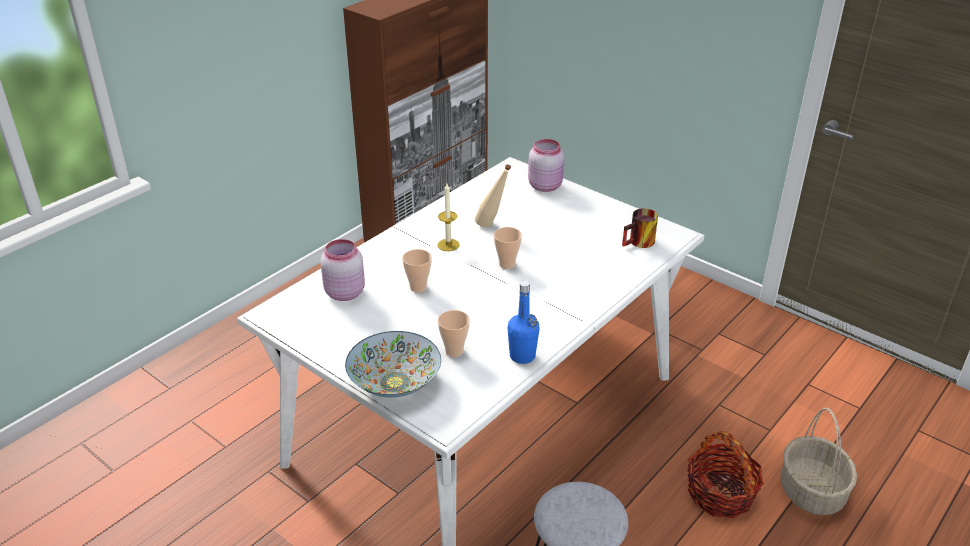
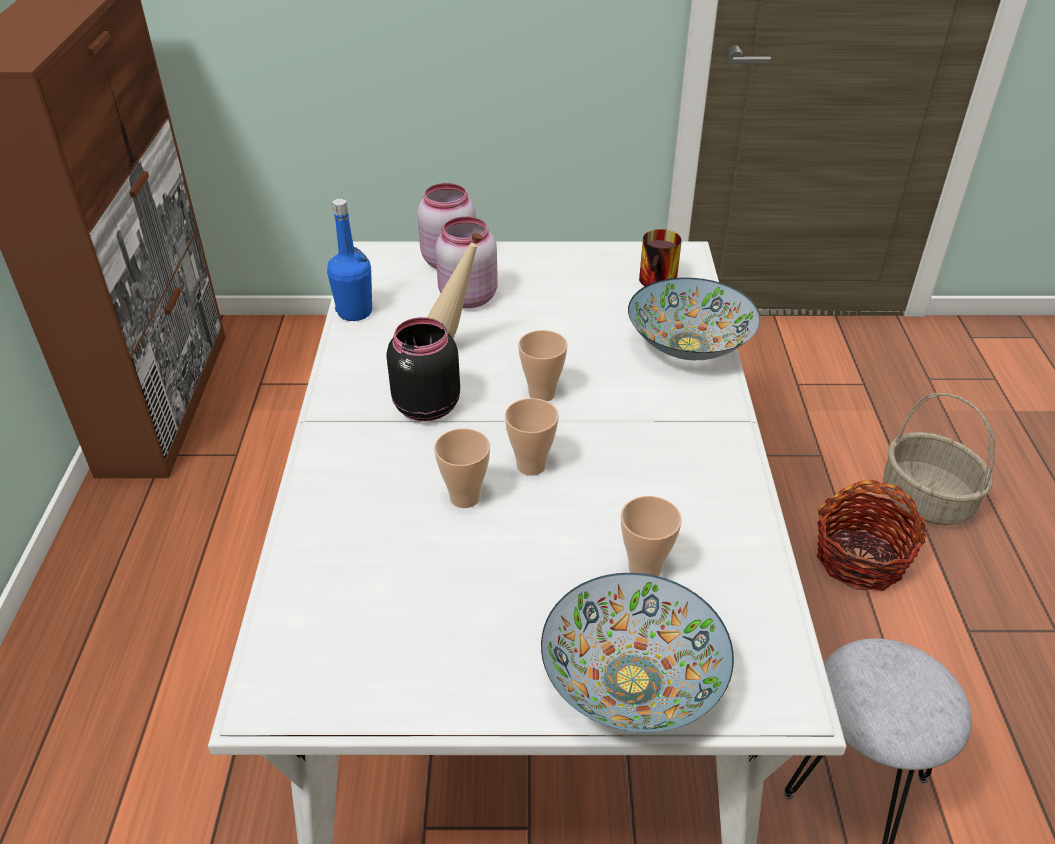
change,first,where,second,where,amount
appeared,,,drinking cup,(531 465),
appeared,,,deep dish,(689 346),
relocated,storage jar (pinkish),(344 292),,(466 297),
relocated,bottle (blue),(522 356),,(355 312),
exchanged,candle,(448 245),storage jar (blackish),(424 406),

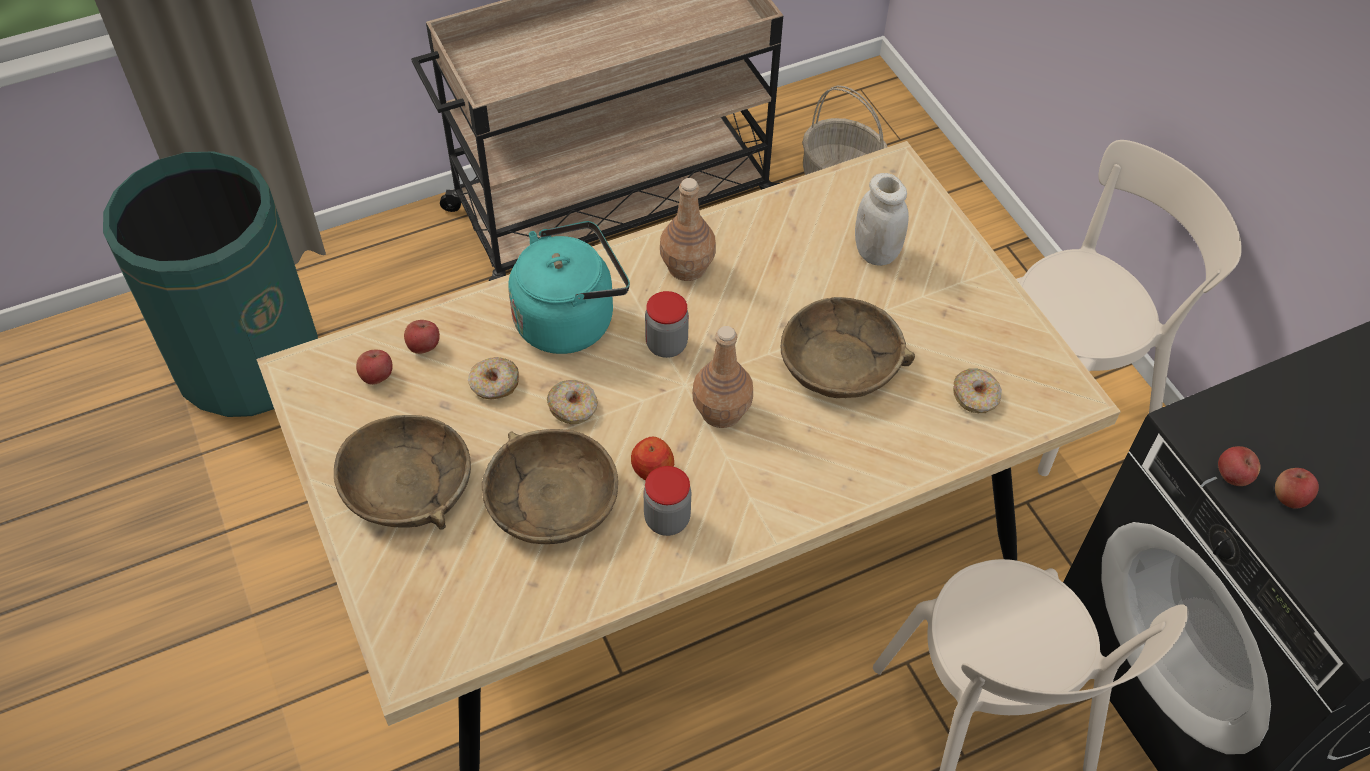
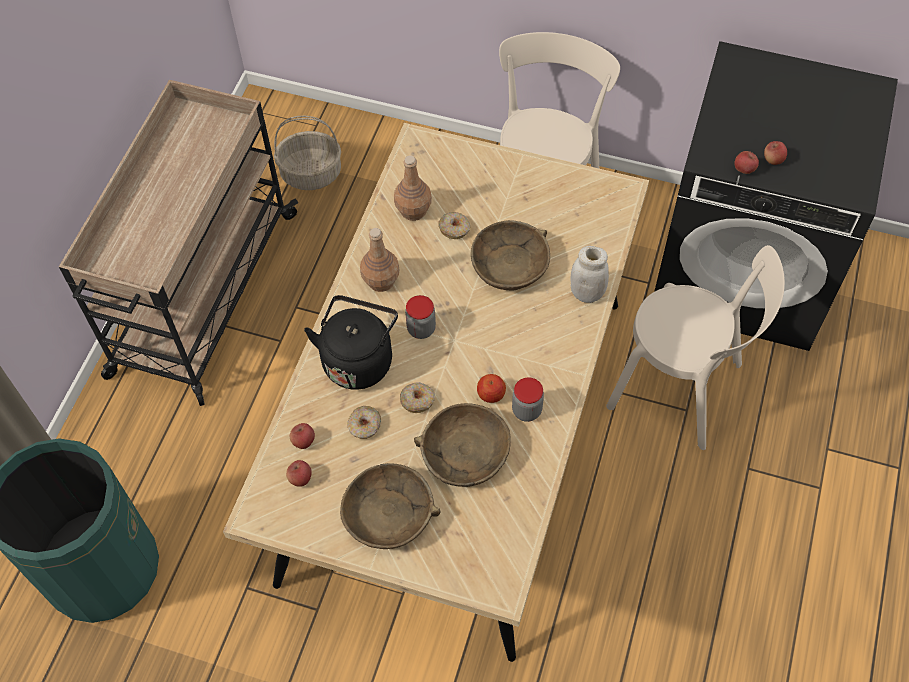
change,first,where,second,where,amount
relocated,bottle (brown),(721 411),,(413 211),
relocated,storage jar (white-coloured),(876 253),,(587 293),
relocated,donut,(976 396),,(454 229),
colour,kettle (blue-green),(570 319),kettle (blackish),(358 359),

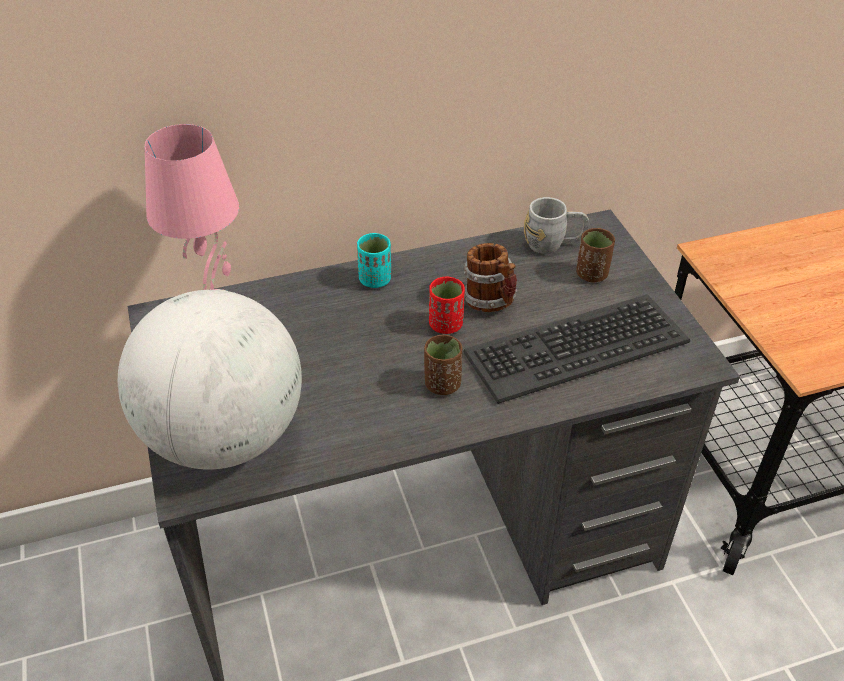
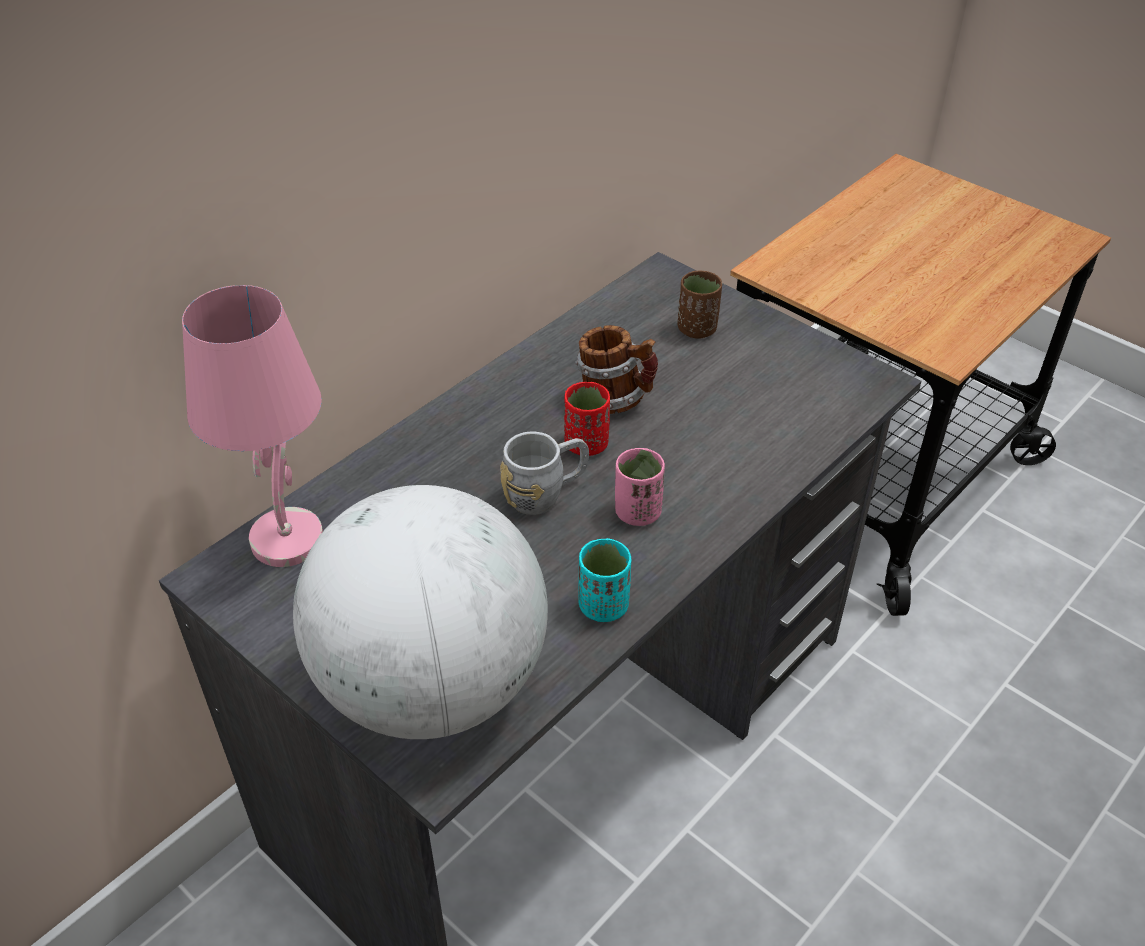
change,first,where,second,where,amount
missing,computer keyboard,(575 347),,,
relocated,drinking cup (blue-green),(375 280),,(603 606),
relocated,coffee mug (grey),(553 244),,(546 494),
colour,drinking cup (brown),(442 384),drinking cup (pinkish),(637 512),

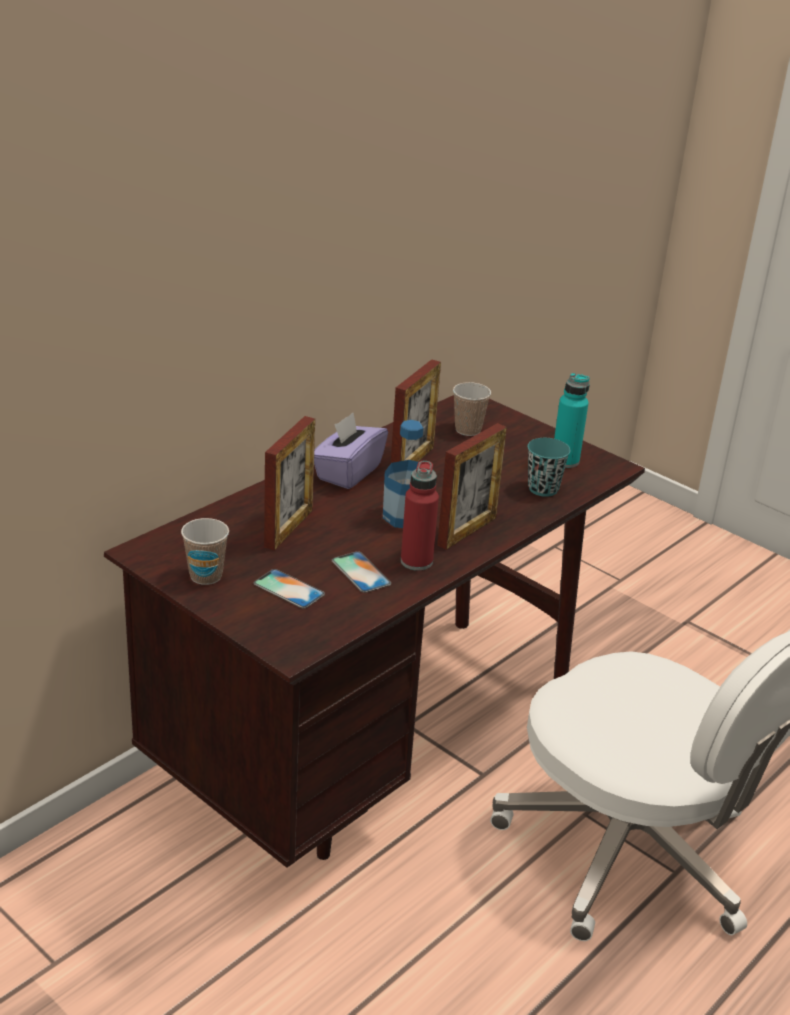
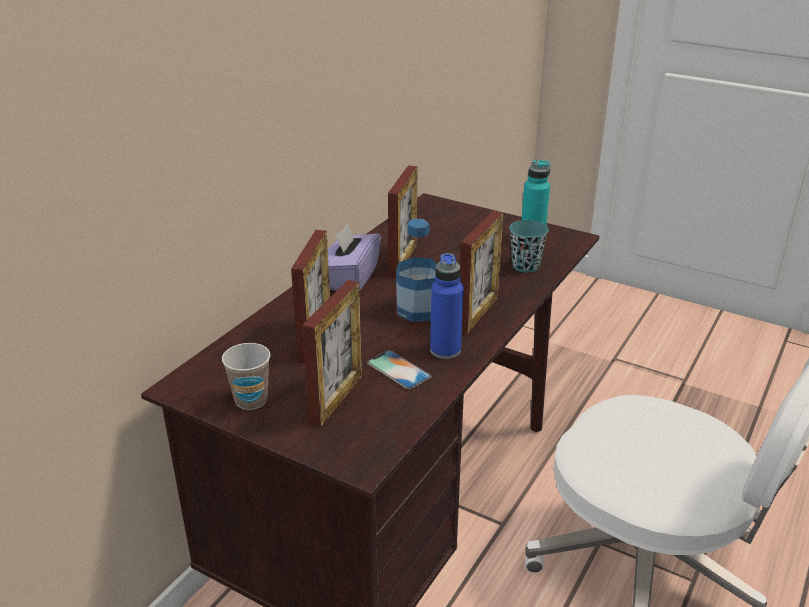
change,first,where,second,where,amount
missing,drinking cup,(468 430),,,
exchanged,handset,(289 589),picture frame,(336 399),
colour,bottle (reddish),(416 561),bottle (blue),(445 350),

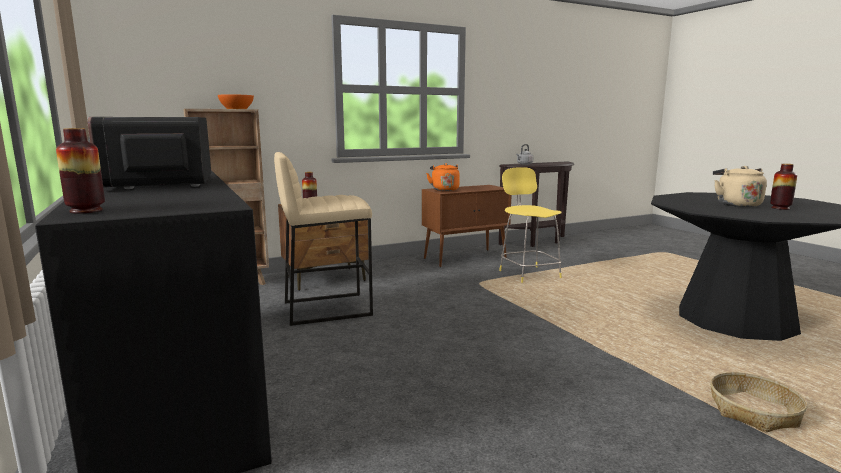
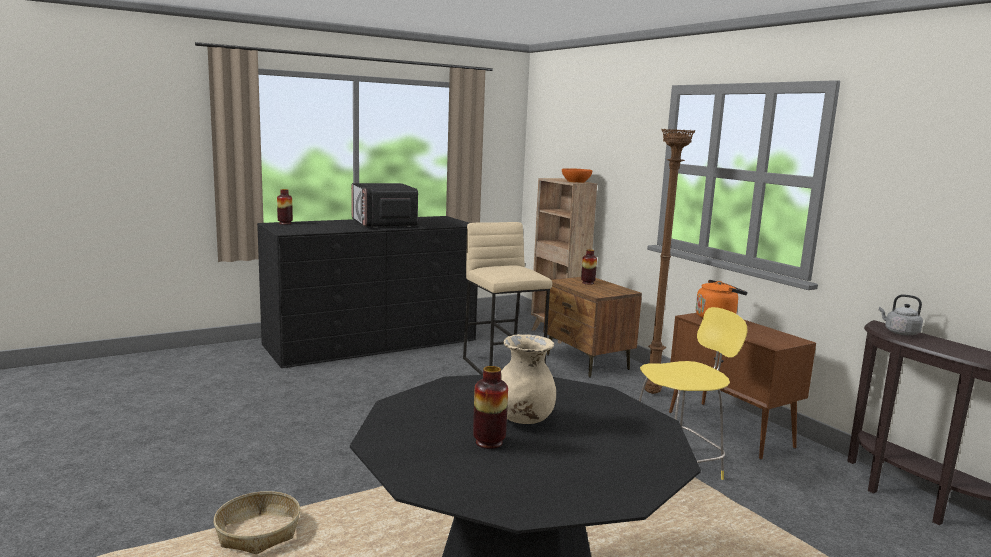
change,first,where,second,where,amount
appeared,,,standard lamp (brown),(653 394),
exchanged,kettle (beige),(736 204),vase (beige),(523 420),
spun,microwave,(161 183),,(383 224),90 degrees counterclockwise

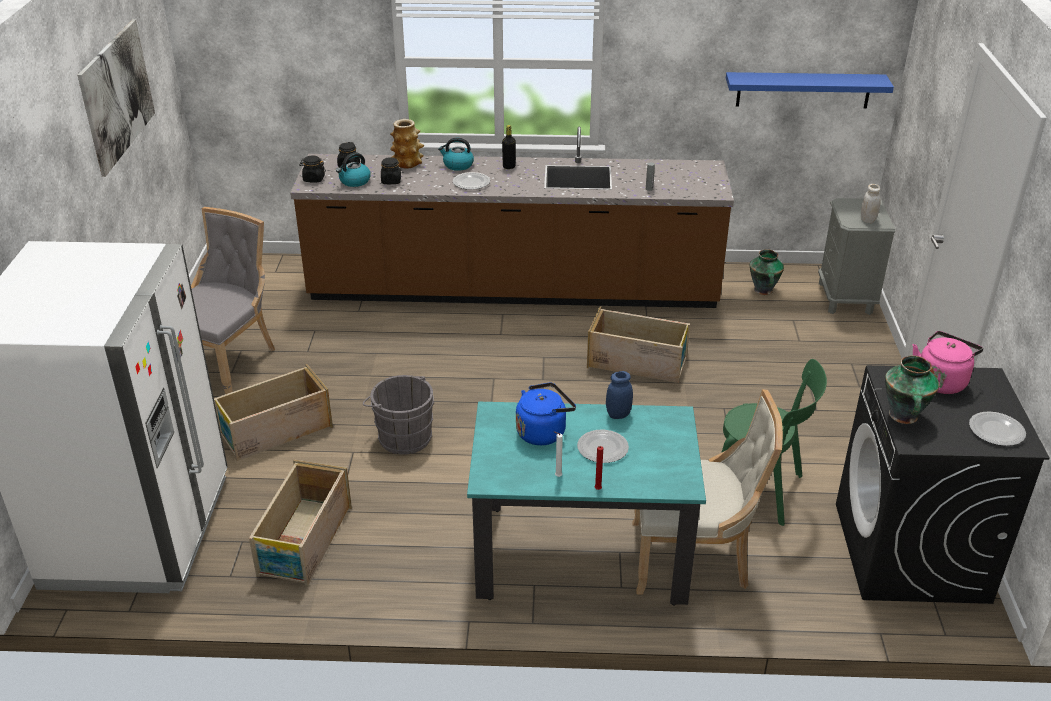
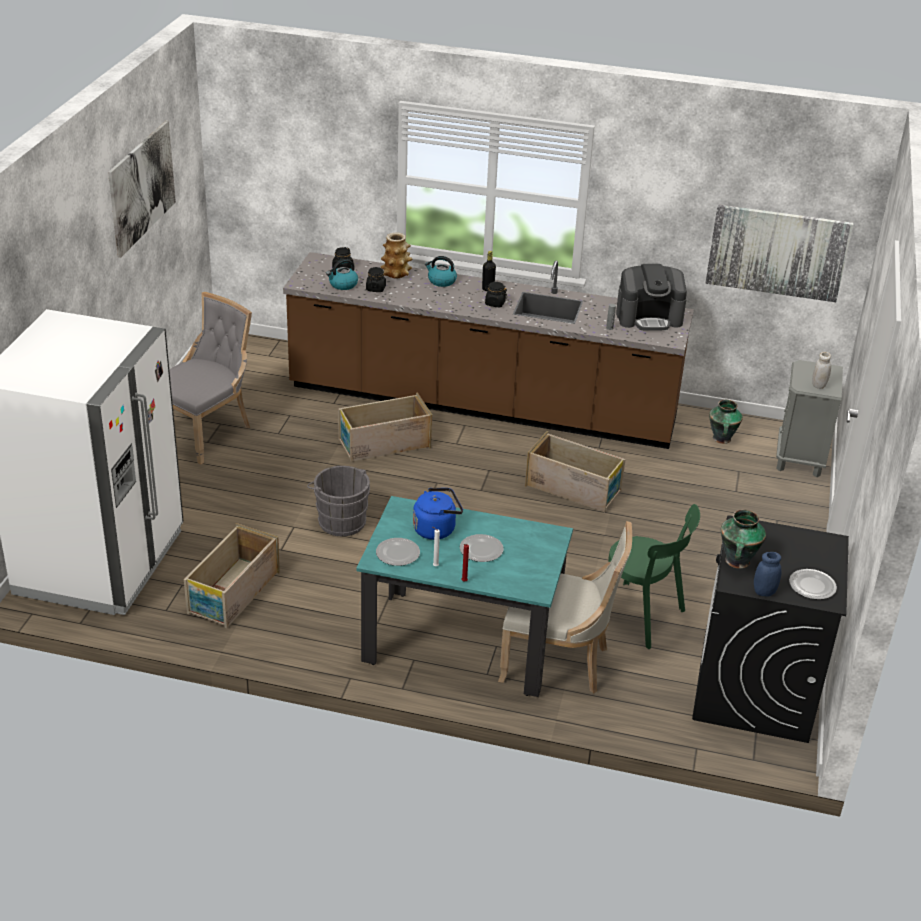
change,first,where,second,where,amount
missing,kettle (pinkish),(941 381),,,
appeared,,,coffee machine,(649 317),
relocated,shipping crate,(275 431),,(383 444),
relocated,storage jar (blackish),(313 179),,(495 303),
relocated,flat dish,(471 183),,(397 553),
relocated,storage jar (blue),(618 414),,(764 592),
exchanged,bracket shelf (blue),(803 90),wall art,(777 252),

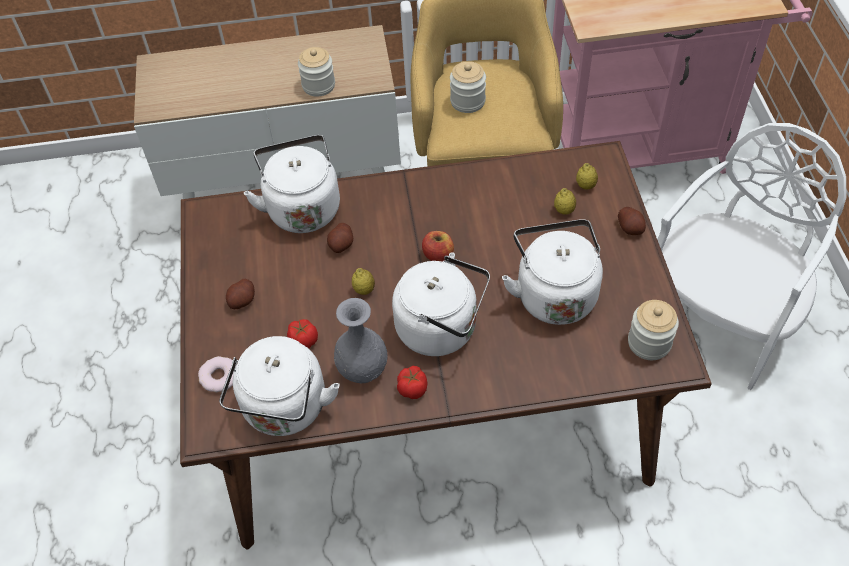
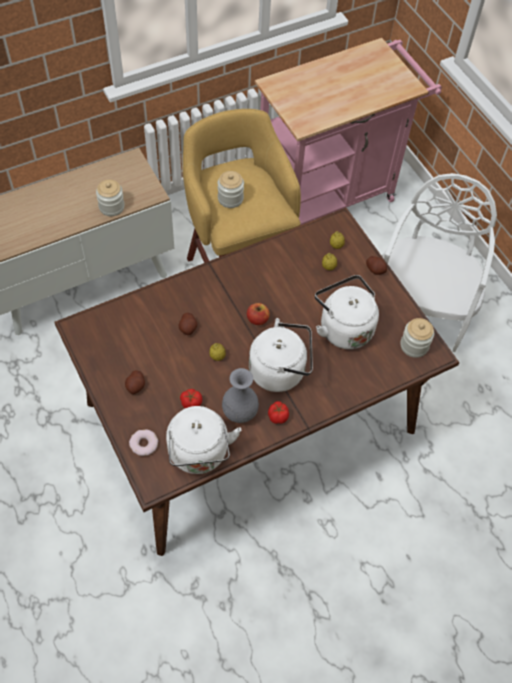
change,first,where,second,where,amount
missing,kettle (white-coloured),(302 207),,,

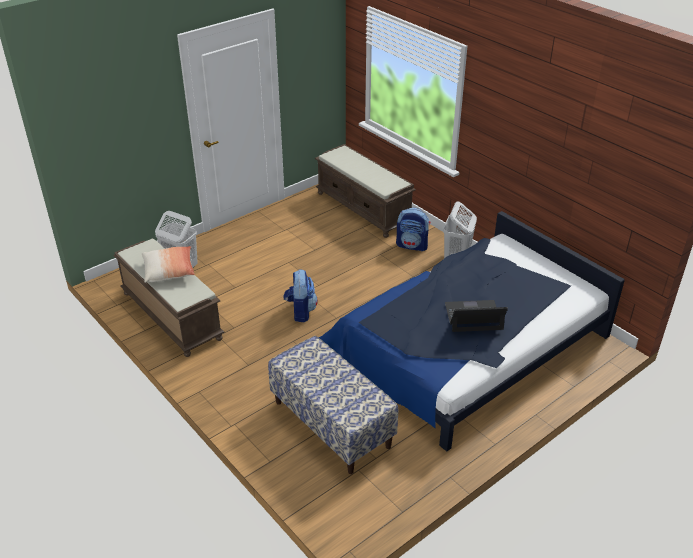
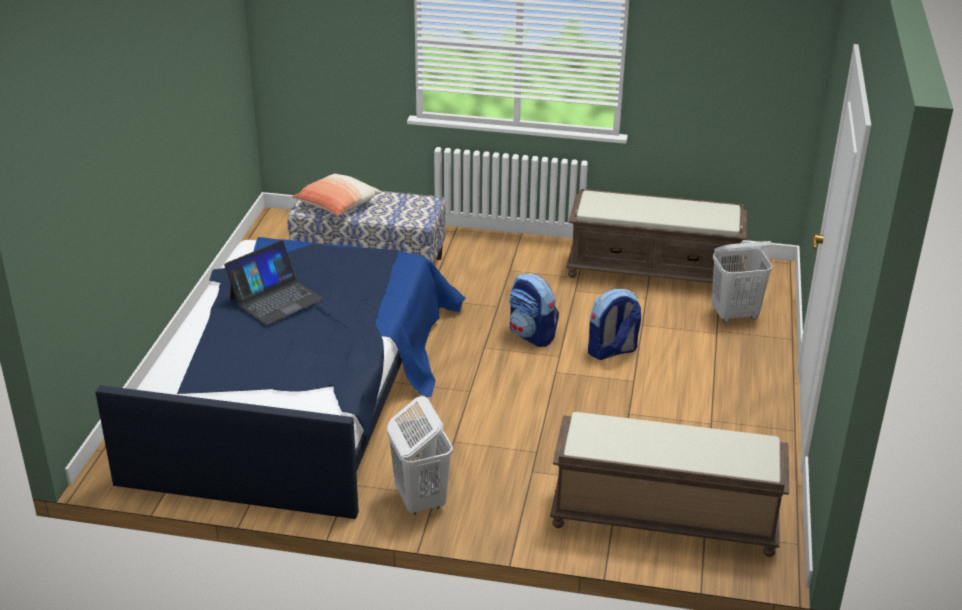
change,first,where,second,where,amount
relocated,pillow,(169 271),,(337 205),
relocated,rucksack,(412 245),,(612 351),

